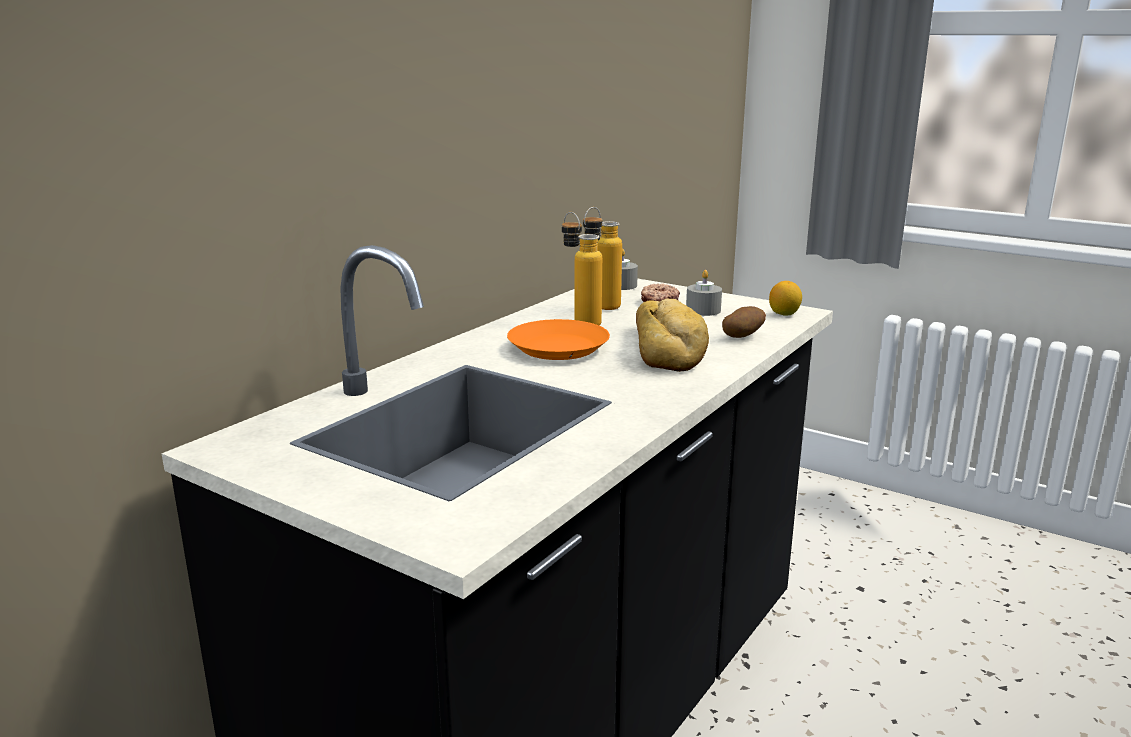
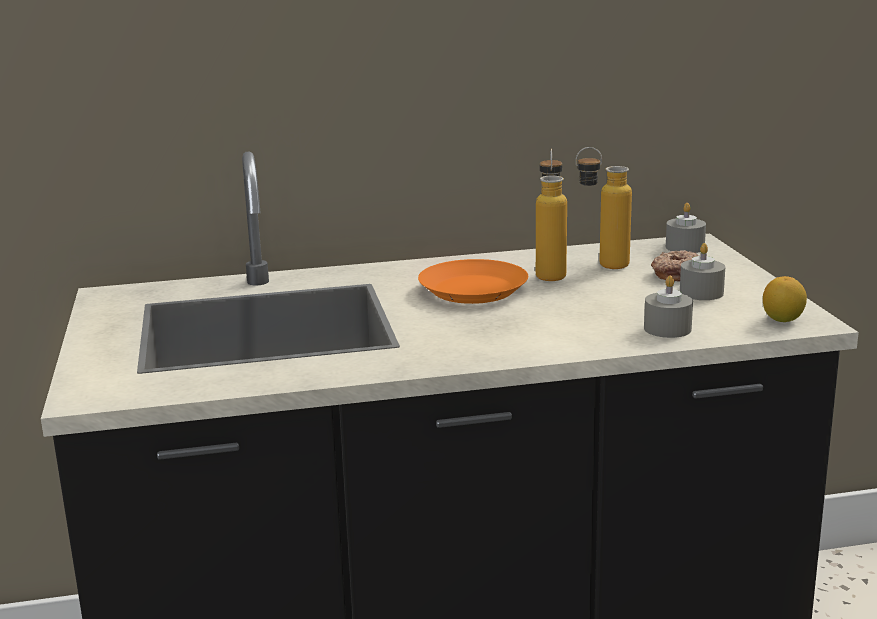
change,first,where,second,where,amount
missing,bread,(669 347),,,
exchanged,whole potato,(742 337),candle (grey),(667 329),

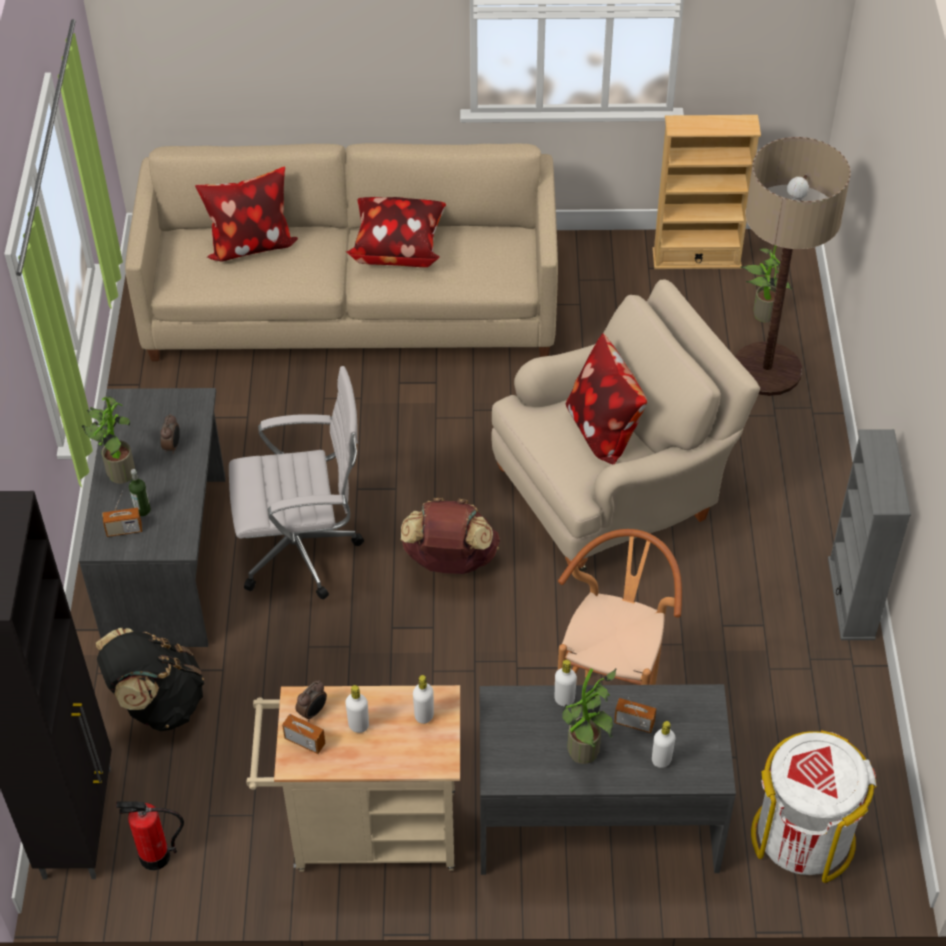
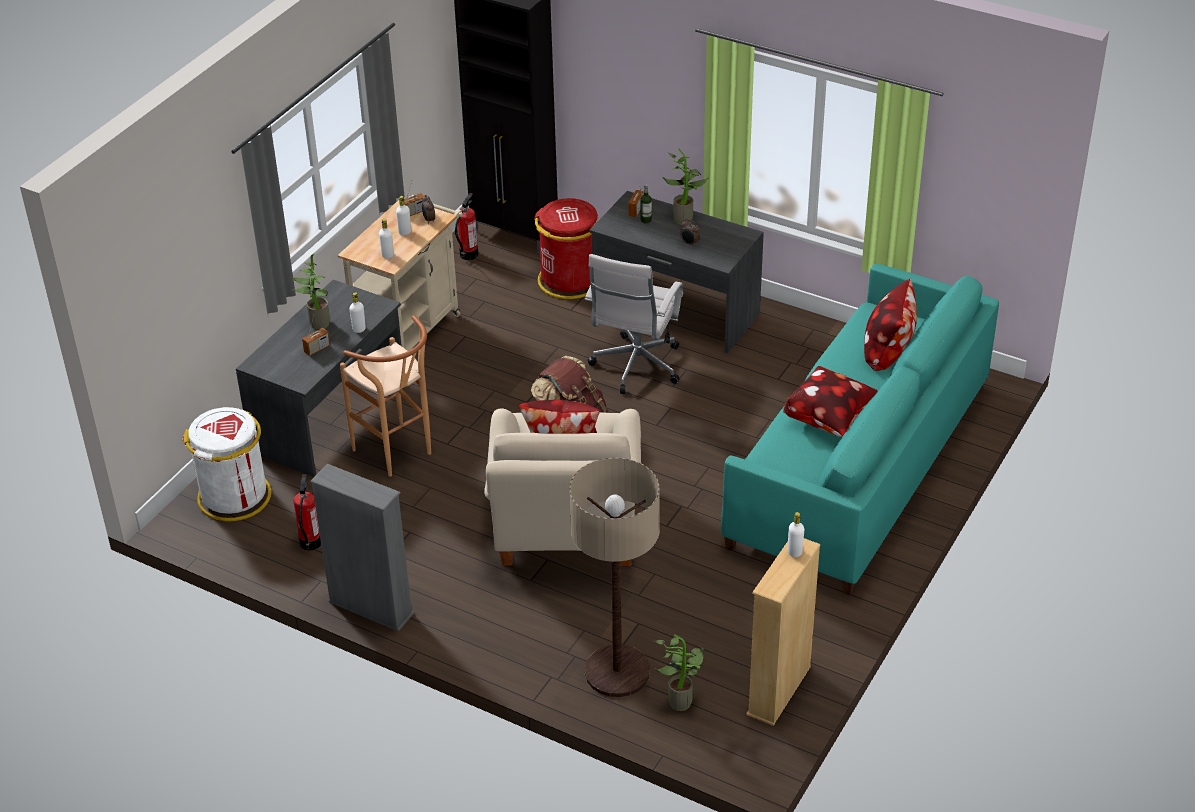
change,first,where,second,where,amount
appeared,,,fire extinguisher,(310 542),
relocated,bottle (white-coloured),(661 760),,(794 552),
exchanged,rucksack (blackish),(157 703),waste bin (reddish),(569 280),
colour,couch (beige),(352 306),couch (blue-green),(859 464),

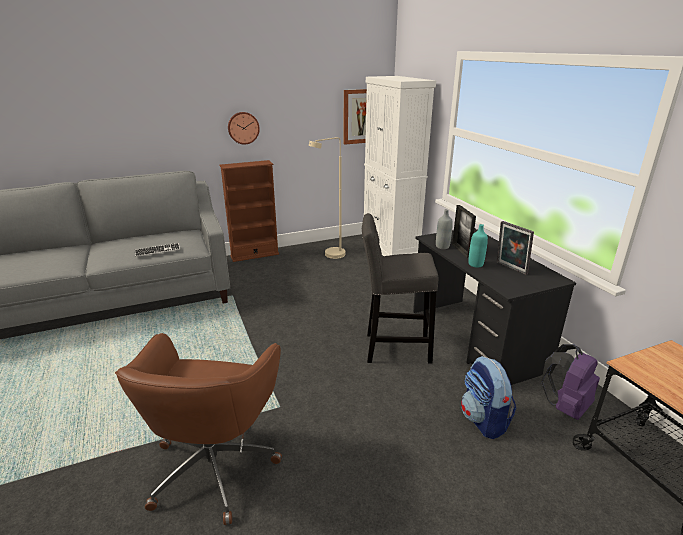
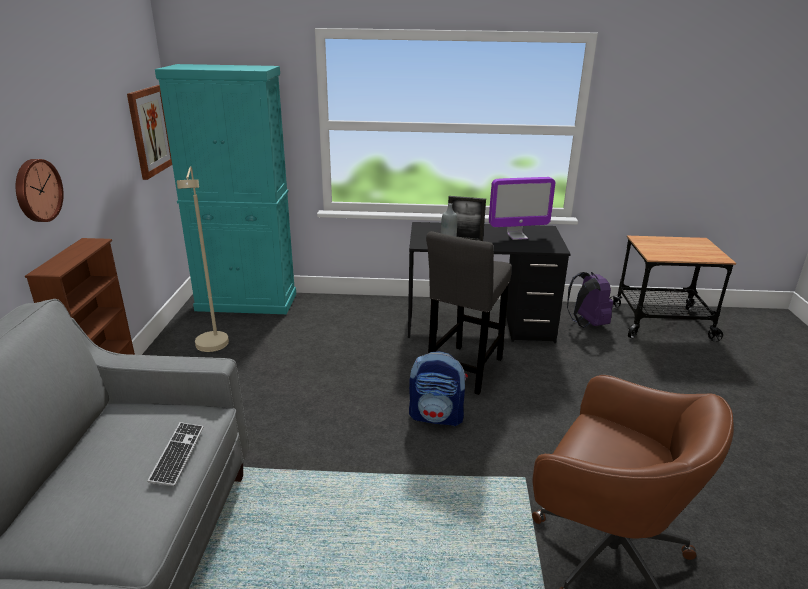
change,first,where,second,where,amount
missing,bottle (blue-green),(475 264),,,
relocated,rucksack,(484 420),,(437 416),
exchanged,picture frame,(510 269),computer screen,(517 236),
colour,cupboard (white-coloured),(390 247),cupboard (blue-green),(247 302),

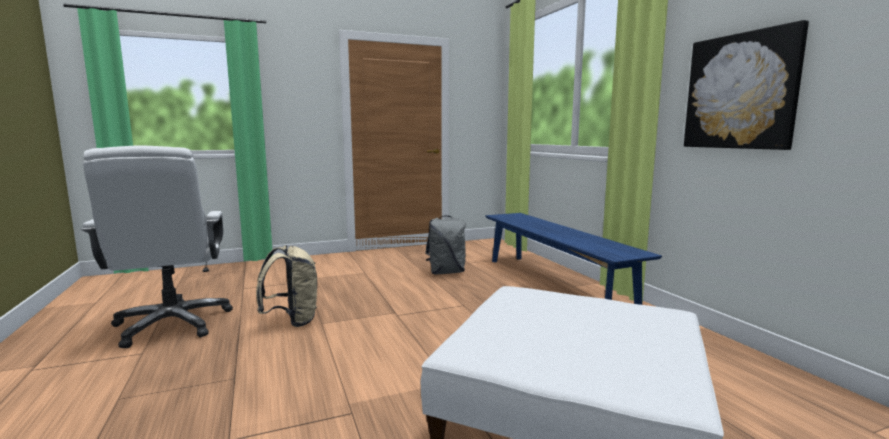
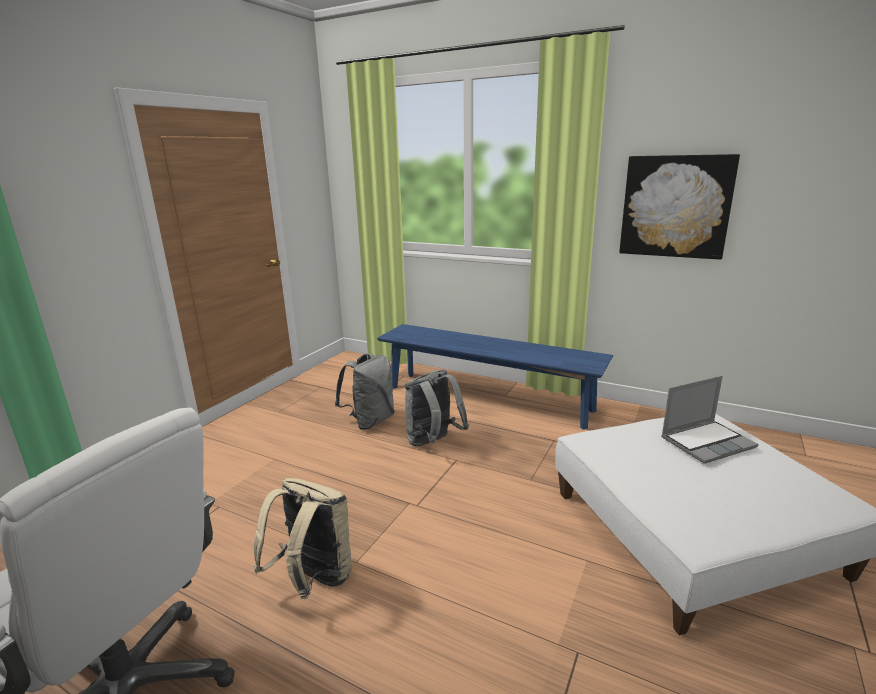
change,first,where,second,where,amount
appeared,,,rucksack (grey),(433 442),
appeared,,,portable computer,(707 442),

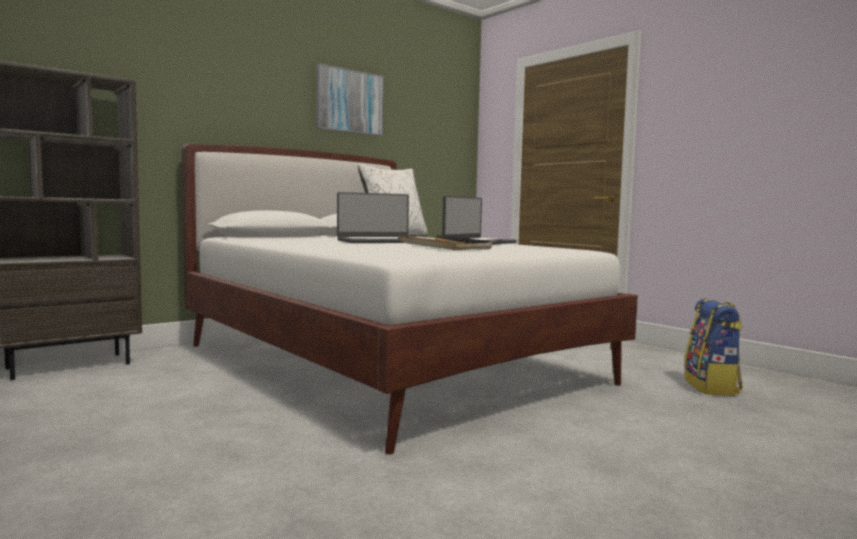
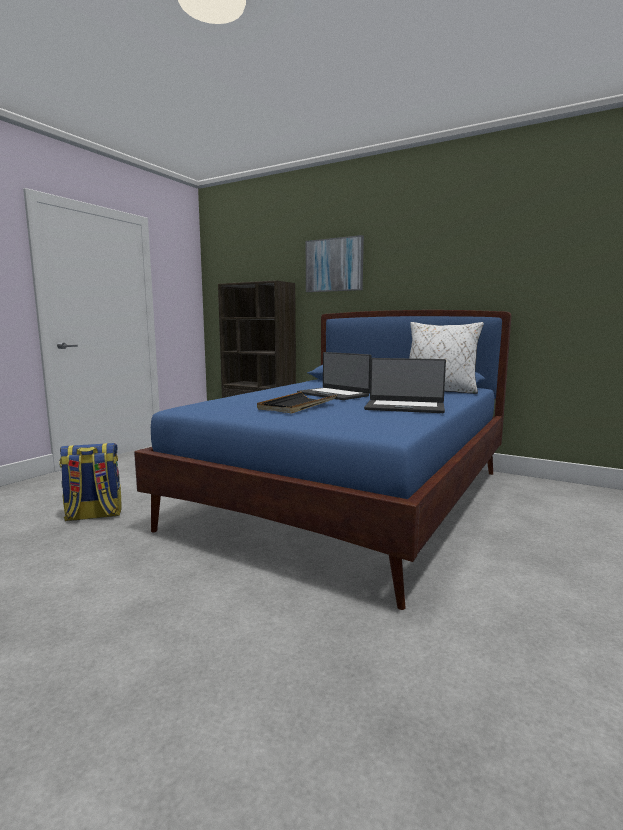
change,first,where,second,where,amount
relocated,wall art,(349 101),,(334 265),
relocated,rucksack,(712 387),,(94 515),
colour,sleeping bed (white-coloured),(388 363),sleeping bed (blue),(350 498),

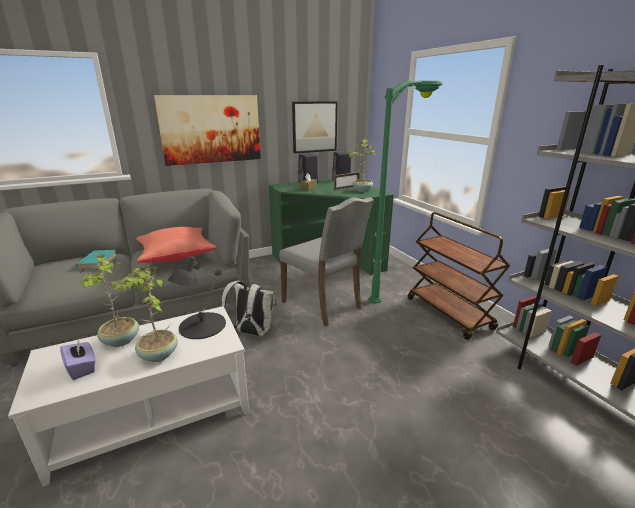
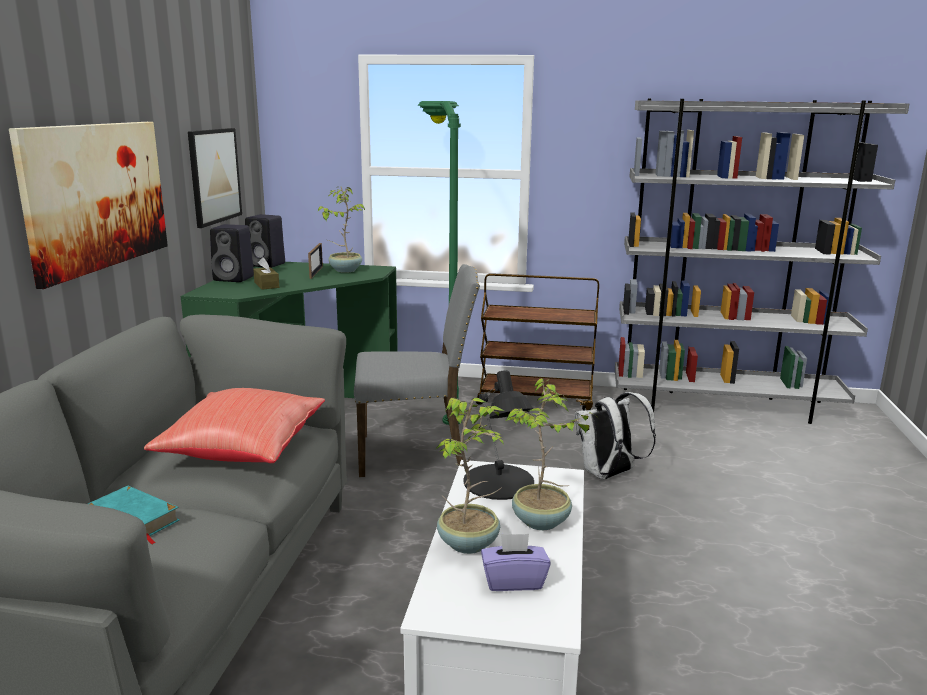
change,first,where,second,where,amount
relocated,rucksack (white-coloured),(251 332),,(608 474),

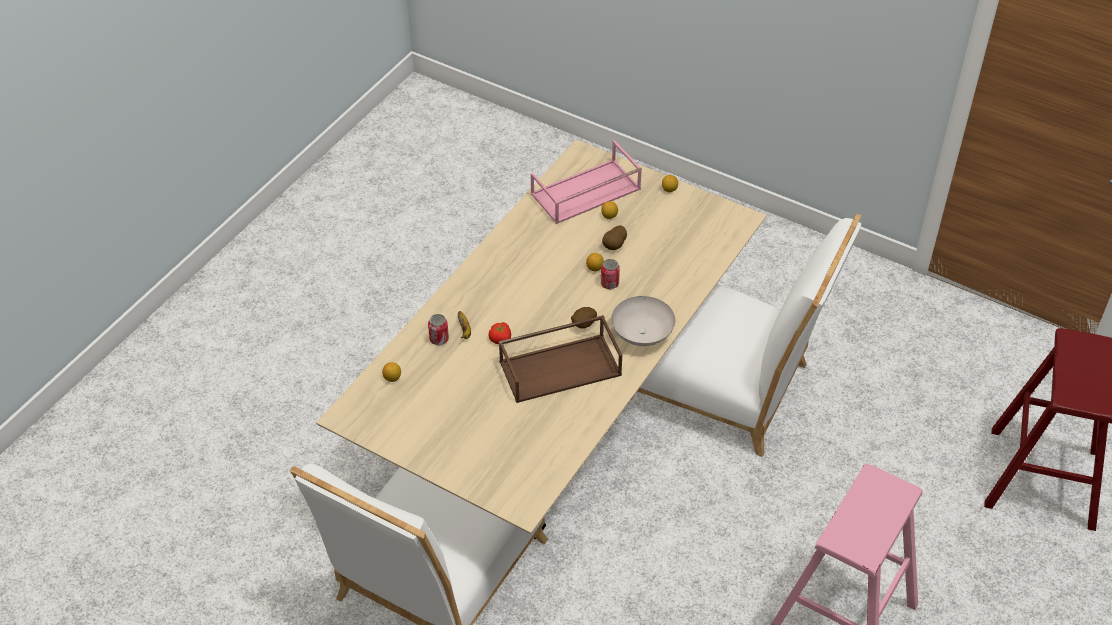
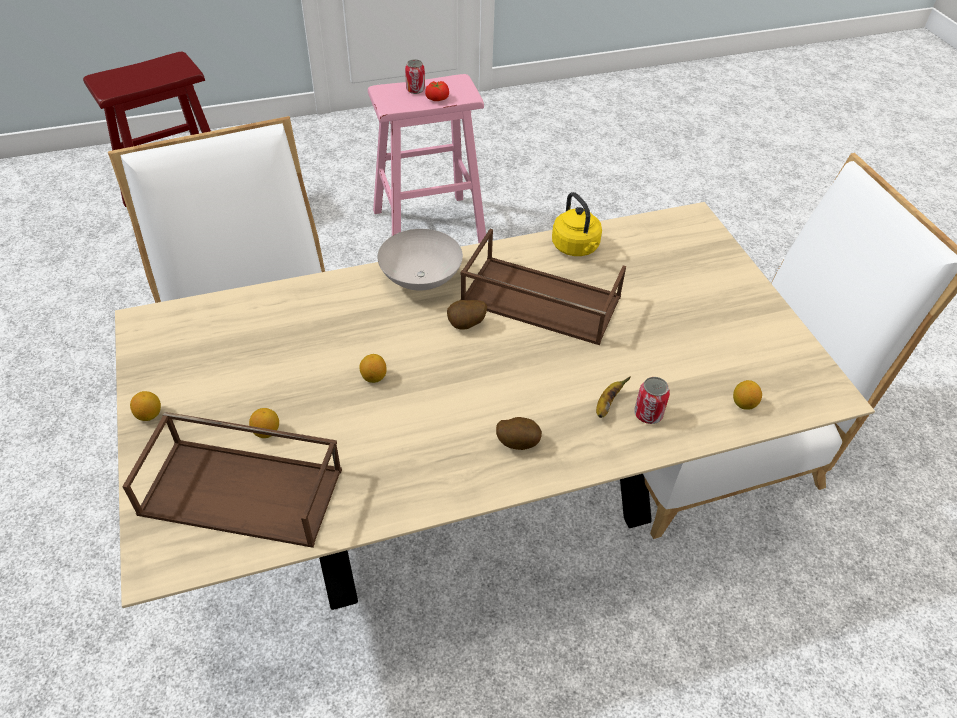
change,first,where,second,where,amount
appeared,,,kettle (yellow),(576 248),
relocated,fresh tomato,(500 338),,(437 98),
relocated,metal can,(609 283),,(415 90),
relocated,whole potato,(615 246),,(517 442),
colour,carrying tray (pinkish),(585 192),carrying tray (brown),(244 490),

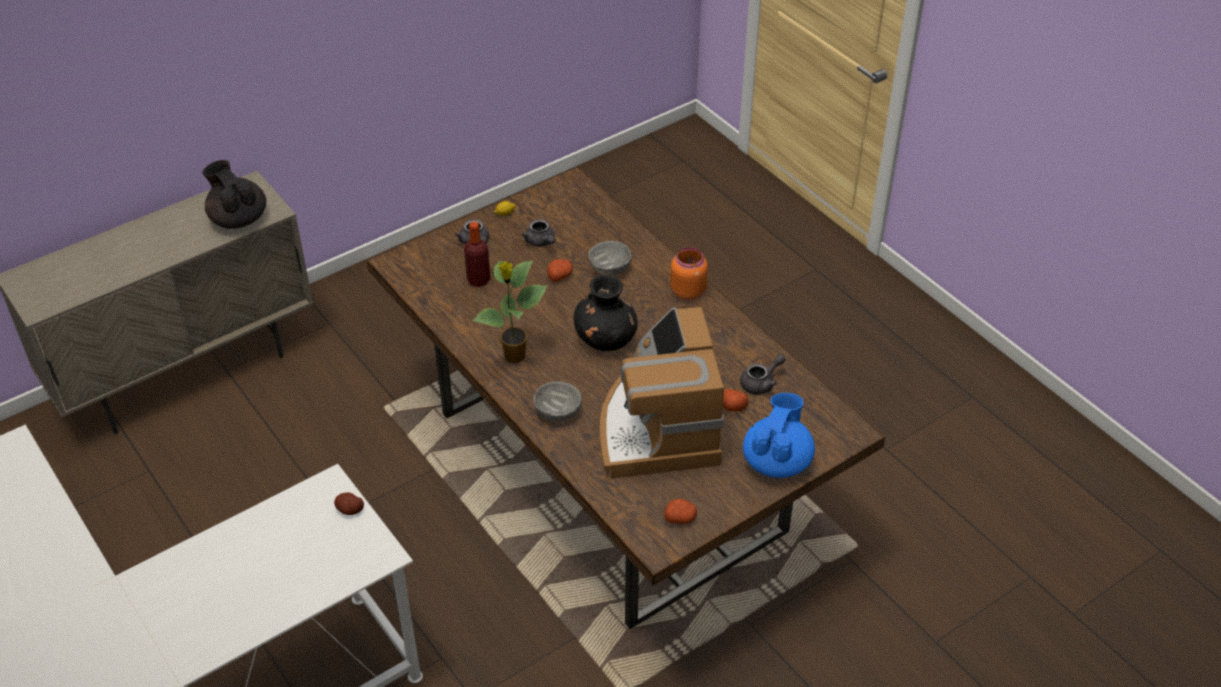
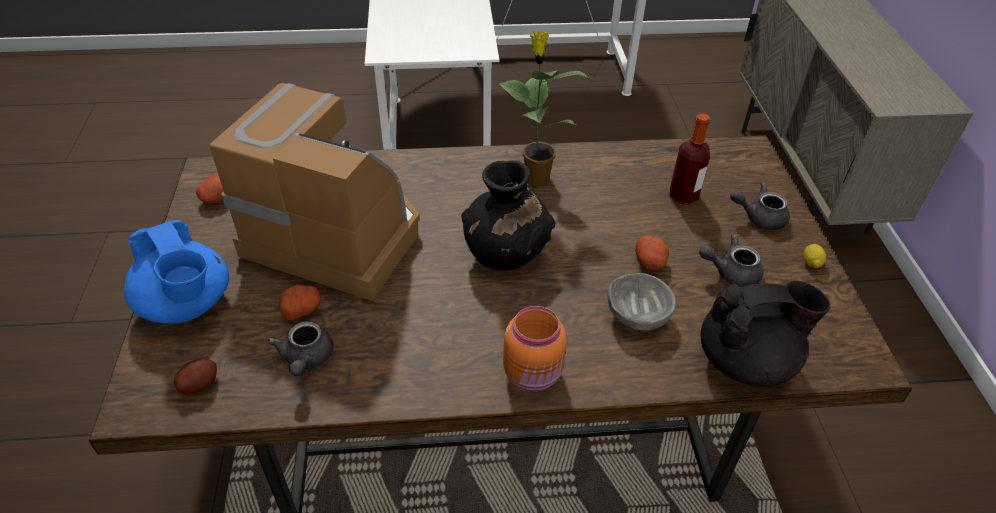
change,first,where,second,where,amount
missing,deep dish (grey),(557 412),,,
relocated,teapot (blackish),(238 218),,(747 361),
relocated,whole potato,(350 510),,(199 384),

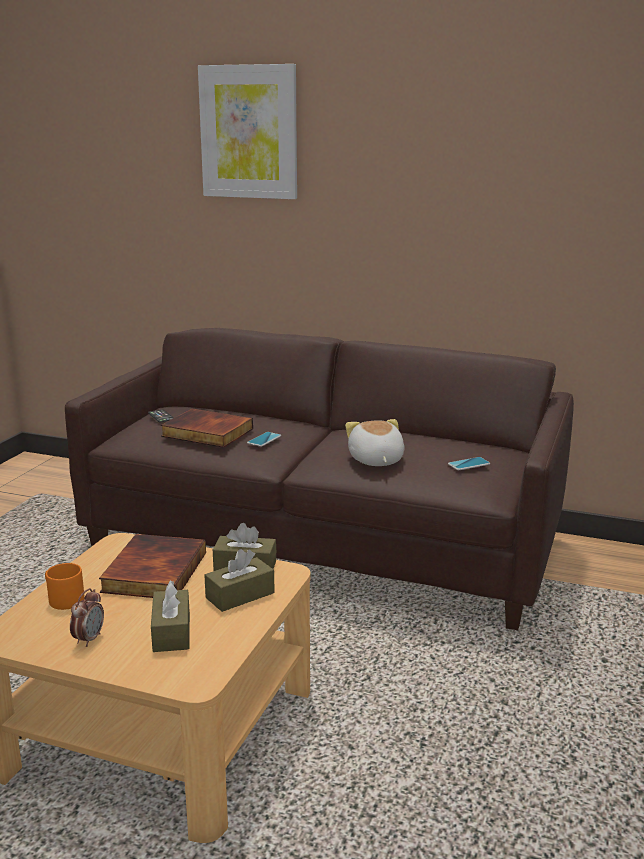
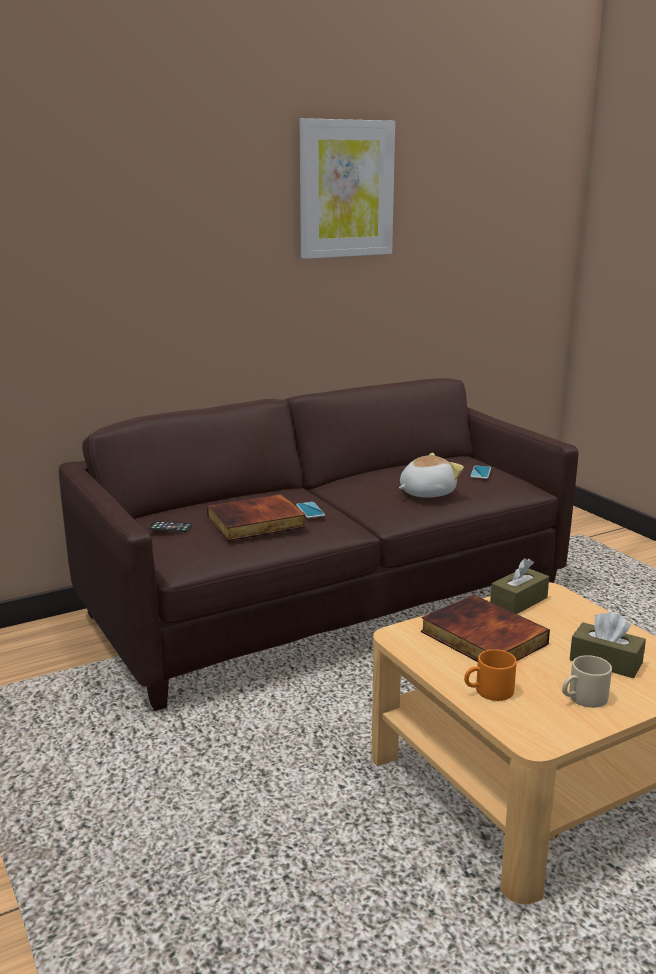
change,first,where,second,where,amount
missing,box of tissues (brown),(240 595),,,
relocated,wall art,(249 132),,(346 189),
exchanged,table clock,(89 639),coffee mug (beige),(583 699),
spun,cuddly toy,(375 460),,(426 493),120 degrees clockwise

